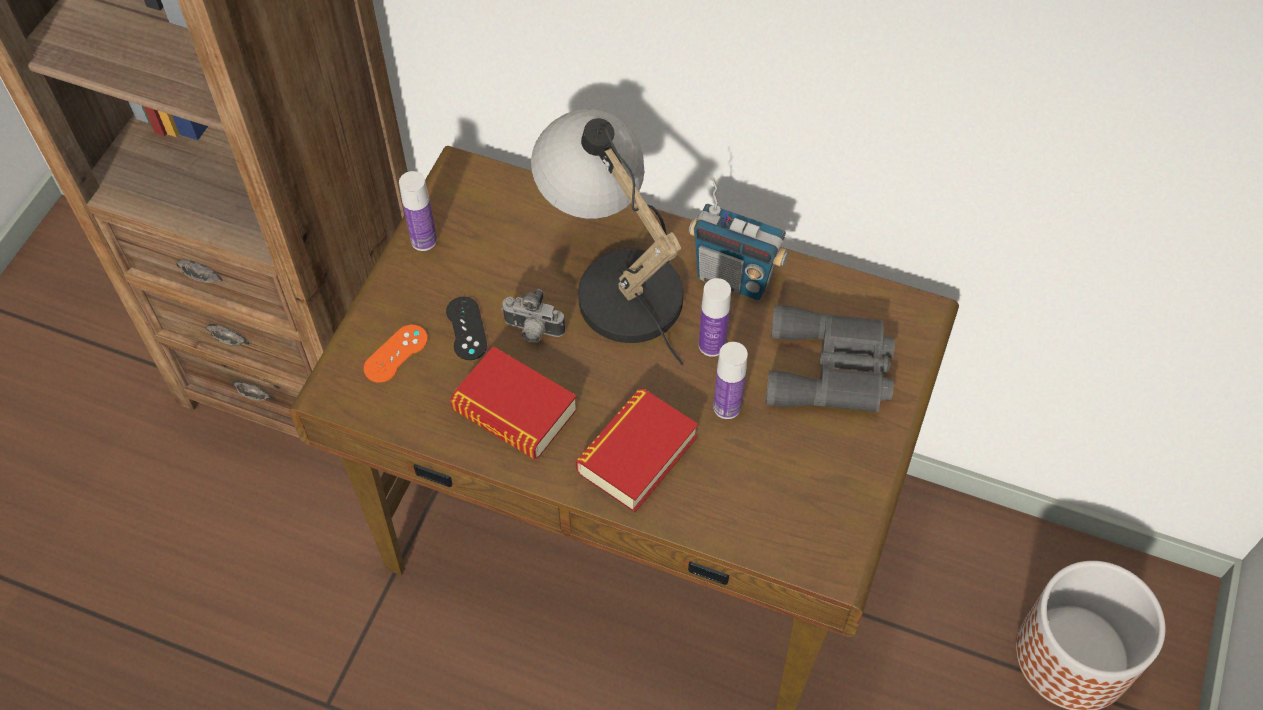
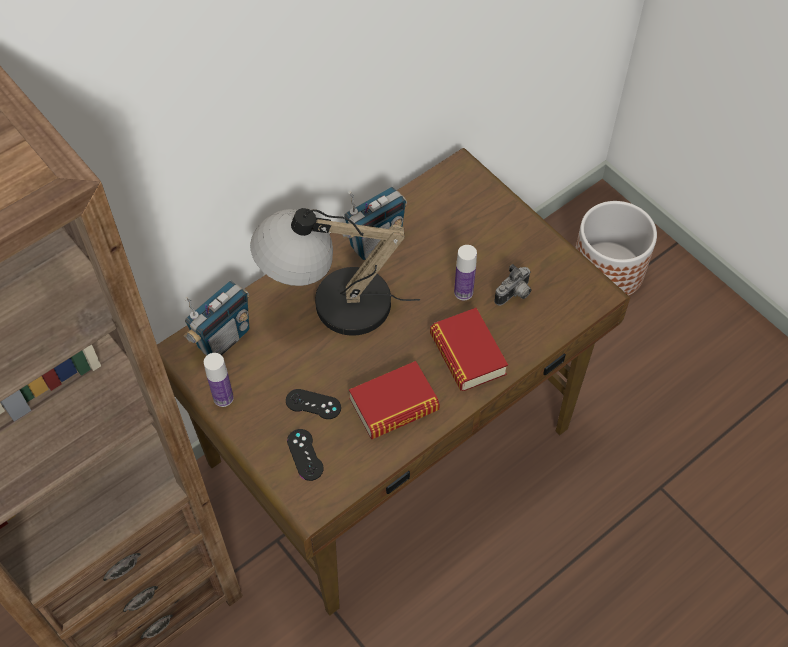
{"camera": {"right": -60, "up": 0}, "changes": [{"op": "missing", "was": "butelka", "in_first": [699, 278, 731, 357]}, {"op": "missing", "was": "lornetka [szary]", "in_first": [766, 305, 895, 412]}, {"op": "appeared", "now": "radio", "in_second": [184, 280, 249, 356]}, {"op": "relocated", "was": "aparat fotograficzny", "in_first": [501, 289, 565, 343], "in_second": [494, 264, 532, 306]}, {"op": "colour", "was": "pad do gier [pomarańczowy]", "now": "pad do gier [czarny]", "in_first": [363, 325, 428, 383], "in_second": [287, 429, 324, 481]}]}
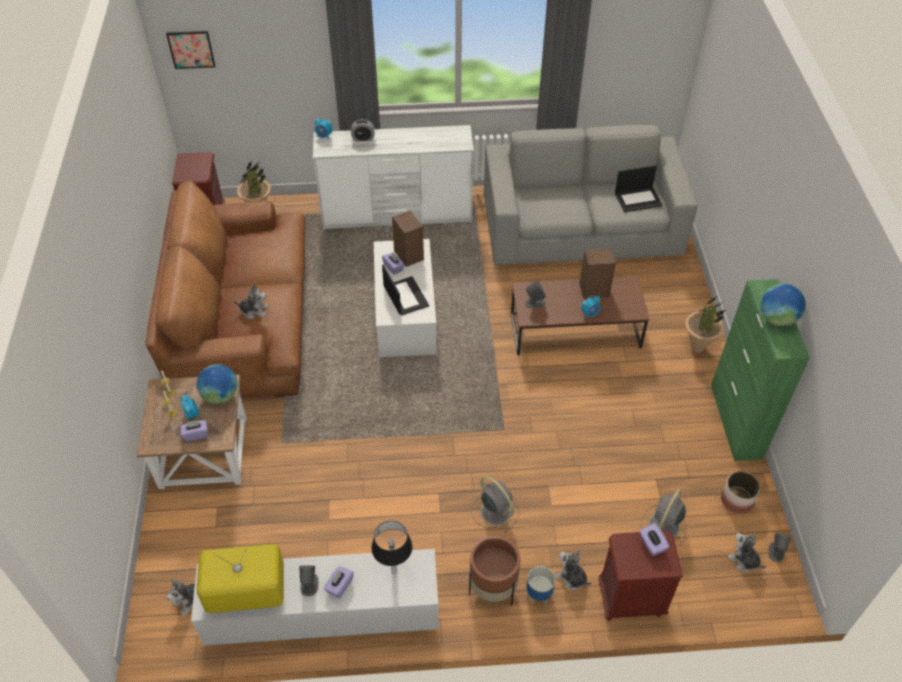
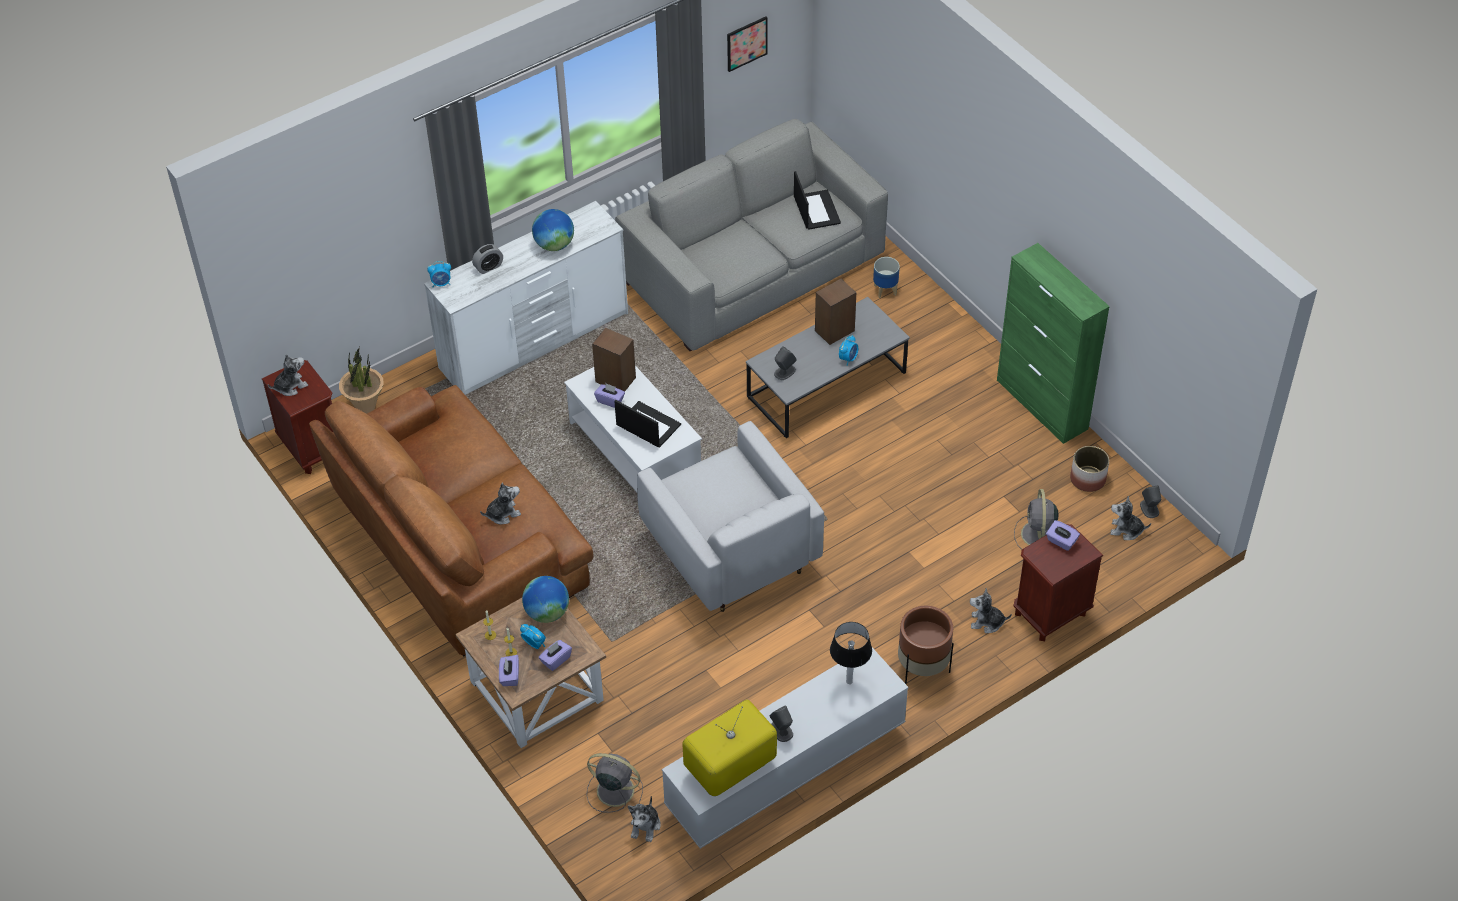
{"camera": {"right": -30, "up": 0}, "changes": [{"op": "missing", "was": "roślina doniczkowa", "in_first": [685, 297, 725, 353]}, {"op": "appeared", "now": "pluszak", "in_second": [268, 354, 308, 396]}, {"op": "appeared", "now": "fotel [biały]", "in_second": [637, 421, 824, 612]}, {"op": "relocated", "was": "obraz", "in_first": [166, 31, 216, 69], "in_second": [727, 16, 768, 72]}, {"op": "relocated", "was": "pudełko chusteczek [fioletowy]", "in_first": [324, 566, 354, 598], "in_second": [499, 655, 519, 686]}, {"op": "relocated", "was": "wentylator [szary]", "in_first": [471, 476, 519, 533], "in_second": [587, 753, 643, 812]}, {"op": "relocated", "was": "donica", "in_first": [526, 566, 555, 607], "in_second": [873, 257, 900, 298]}, {"op": "relocated", "was": "globus", "in_first": [760, 284, 806, 326], "in_second": [532, 209, 574, 251]}, {"op": "colour", "was": "ława [brązowy]", "now": "ława [szary]", "in_first": [511, 276, 650, 355], "in_second": [746, 297, 910, 438]}, {"op": "spun", "was": "laptop", "in_first": [615, 165, 663, 212], "in_second": [794, 171, 841, 230], "clockwise": -60}]}
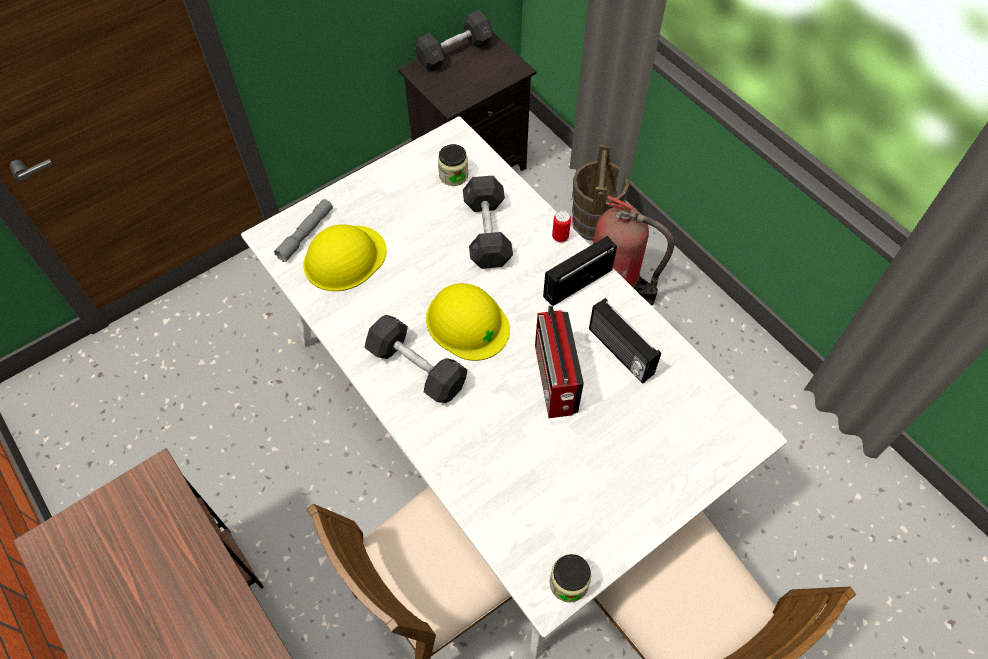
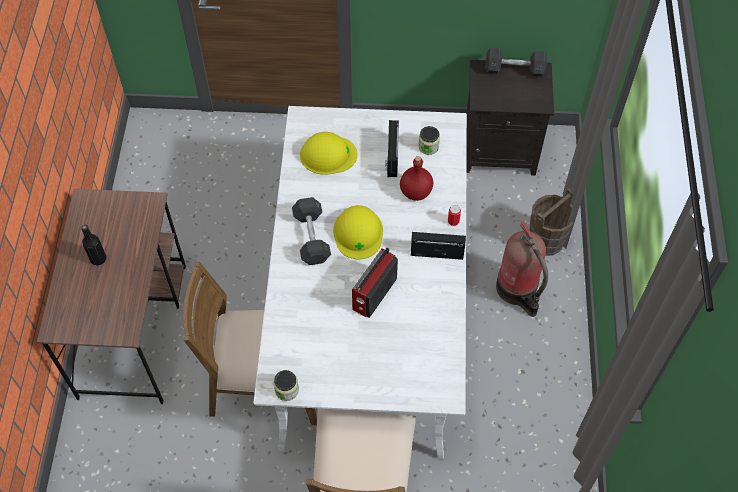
{"camera": {"right": 40, "up": 0}, "changes": [{"op": "missing", "was": "latarka [szary]", "in_first": [274, 199, 333, 262]}, {"op": "appeared", "now": "butelka [czarny]", "in_second": [81, 225, 106, 265]}, {"op": "relocated", "was": "radio", "in_first": [589, 298, 661, 384], "in_second": [385, 120, 399, 177]}, {"op": "exchanged", "was": "hantel [szary]", "now": "butelka [czerwony]", "in_first": [463, 176, 513, 269], "in_second": [400, 156, 433, 201]}]}
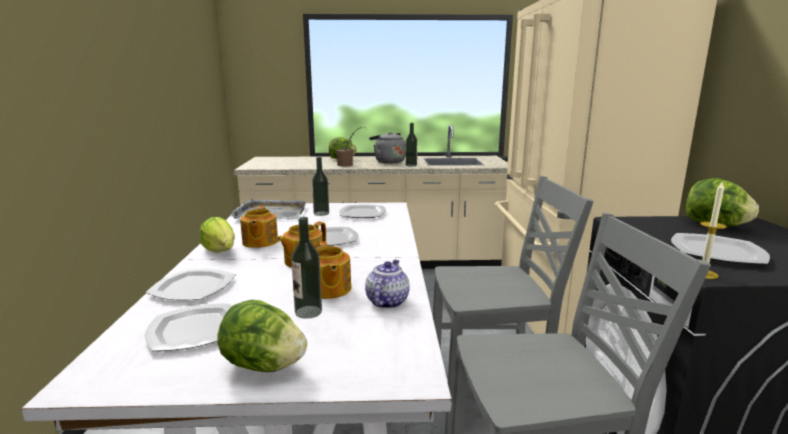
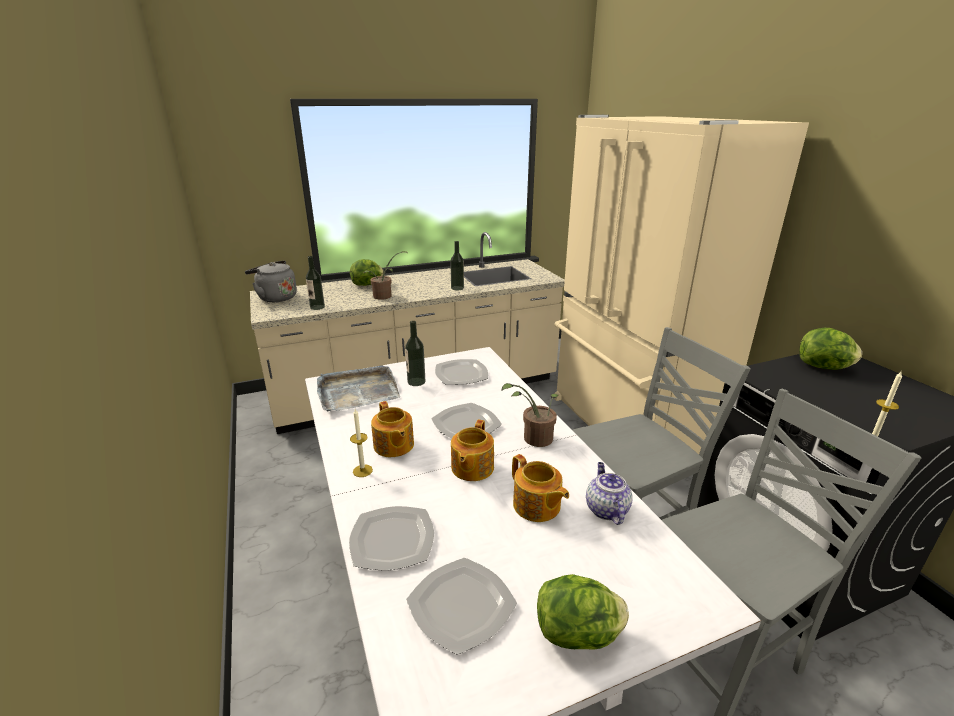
{"camera": {"right": -20, "up": 10}, "changes": [{"op": "missing", "was": "talerz", "in_first": [671, 233, 770, 264]}, {"op": "appeared", "now": "roślina doniczkowa", "in_second": [501, 383, 558, 447]}, {"op": "relocated", "was": "butelka", "in_first": [291, 217, 322, 319], "in_second": [306, 256, 325, 310]}, {"op": "relocated", "was": "czajnik [szary]", "in_first": [369, 132, 406, 163], "in_second": [245, 260, 297, 302]}, {"op": "exchanged", "was": "sałata", "now": "świeca", "in_first": [199, 217, 235, 252], "in_second": [350, 409, 373, 477]}]}
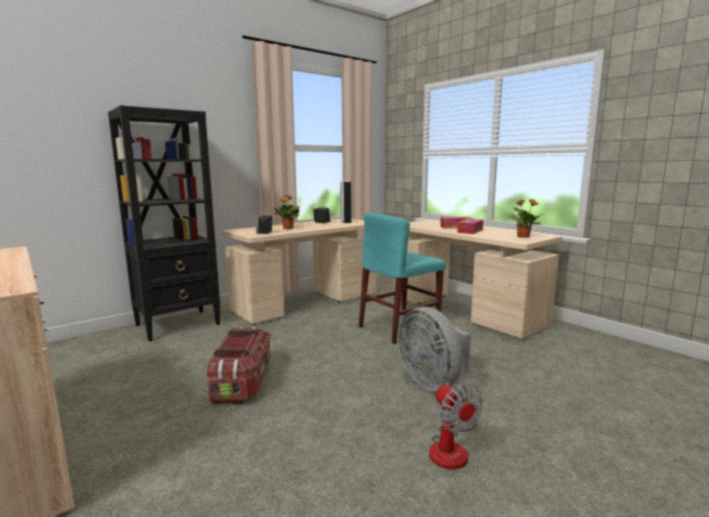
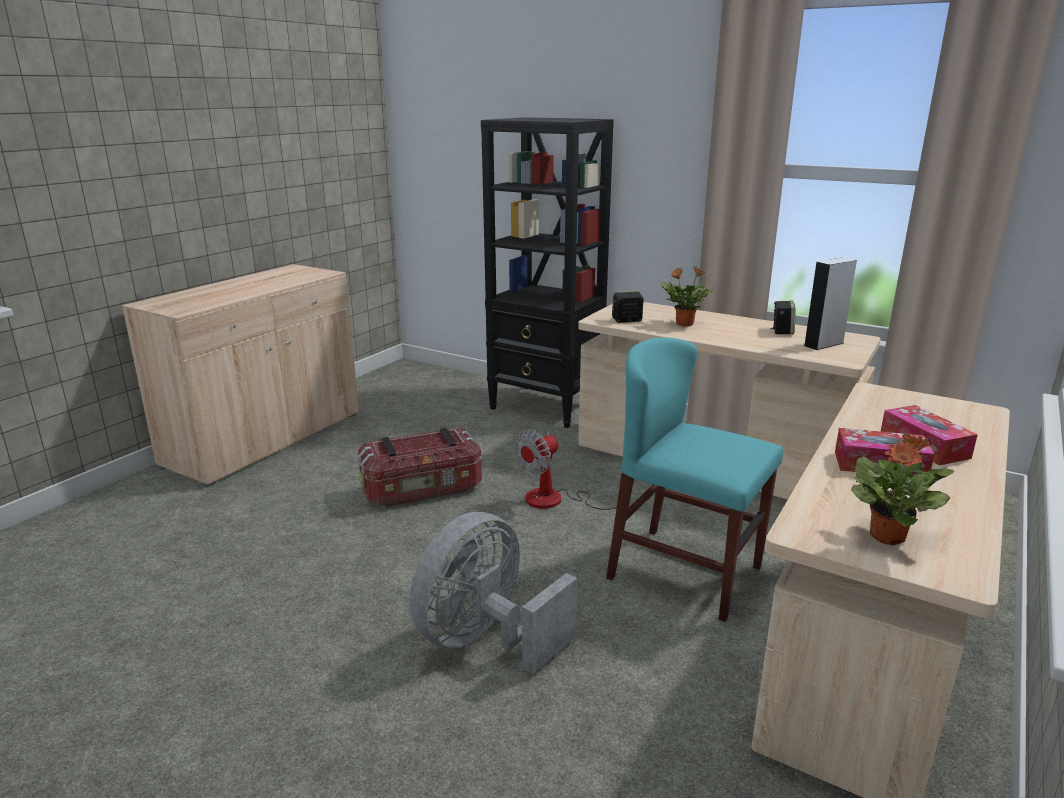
{"camera": {"right": 70, "up": 10}, "changes": [{"op": "relocated", "was": "wentylator", "in_first": [429, 379, 483, 469], "in_second": [515, 430, 617, 510]}]}
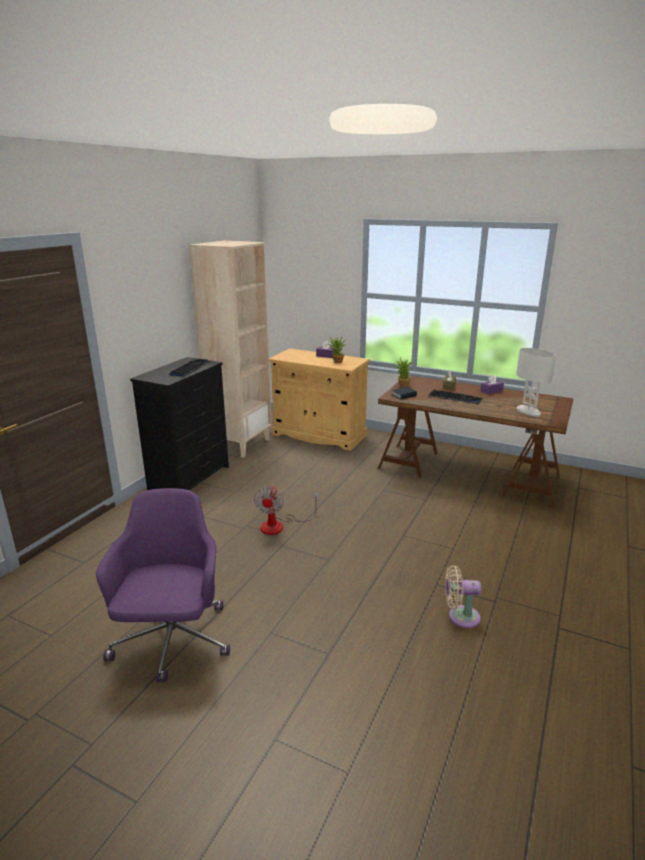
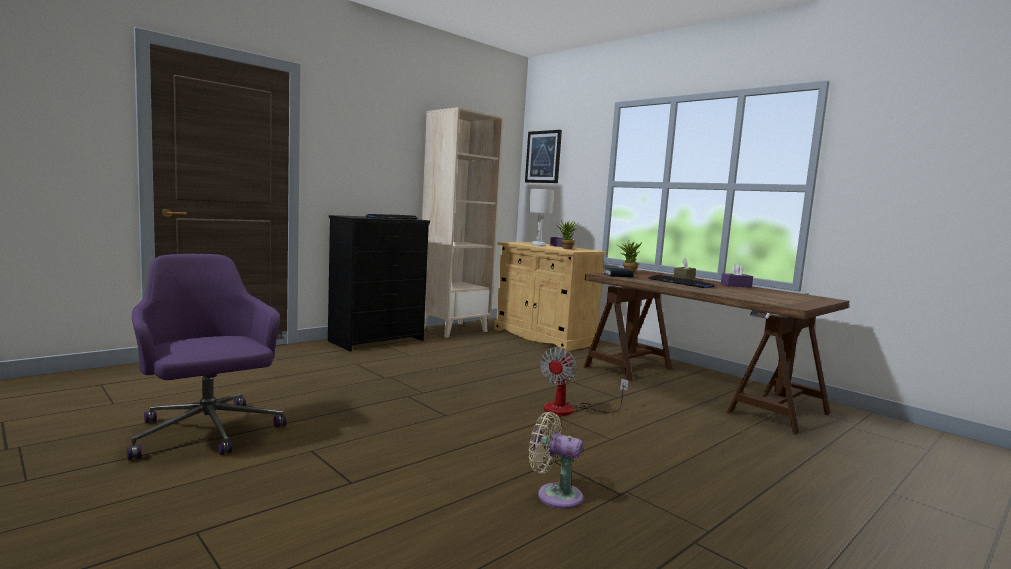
{"camera": {"right": 20, "up": -15}, "changes": [{"op": "appeared", "now": "obraz", "in_second": [525, 130, 562, 183]}, {"op": "relocated", "was": "wentylator", "in_first": [254, 486, 319, 535], "in_second": [540, 347, 629, 416]}, {"op": "relocated", "was": "lampa stołowa [biały]", "in_first": [516, 348, 556, 417], "in_second": [529, 189, 554, 247]}, {"op": "spun", "was": "krzesło biurowe [fioletowy]", "in_first": [96, 488, 230, 682], "in_second": [127, 254, 286, 461], "clockwise": -60}]}
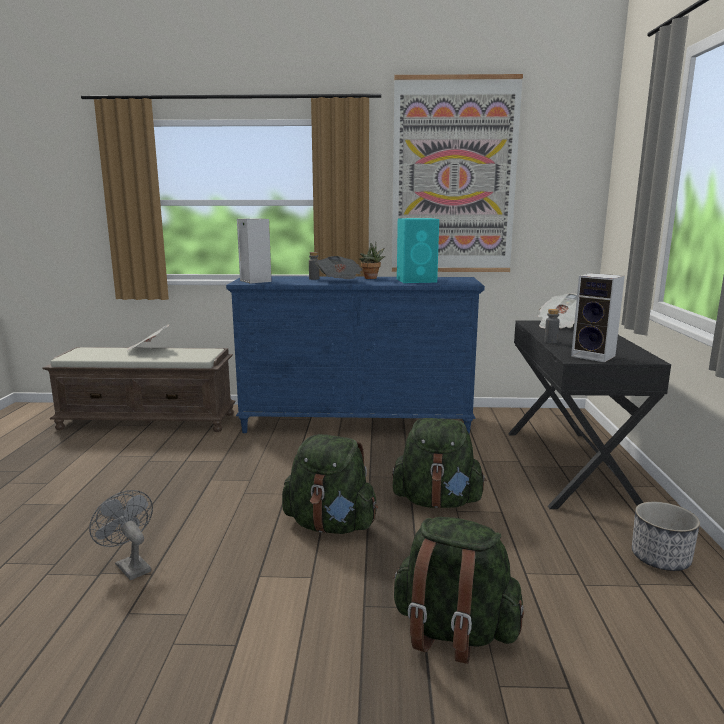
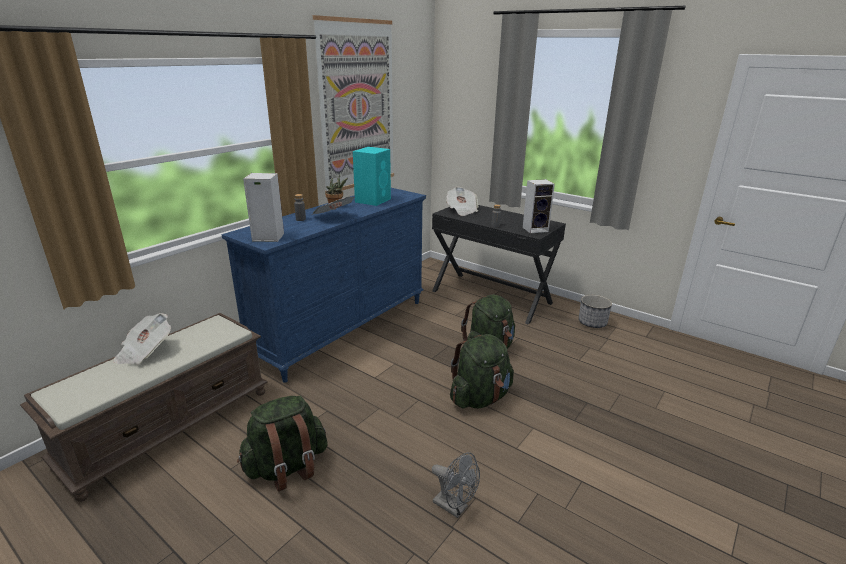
{"camera": {"right": -55, "up": 10}, "changes": [{"op": "relocated", "was": "plecak [zielony]", "in_first": [393, 517, 524, 664], "in_second": [237, 396, 328, 492]}, {"op": "spun", "was": "wentylator [szary]", "in_first": [89, 490, 153, 580], "in_second": [432, 452, 480, 518], "clockwise": -135}]}
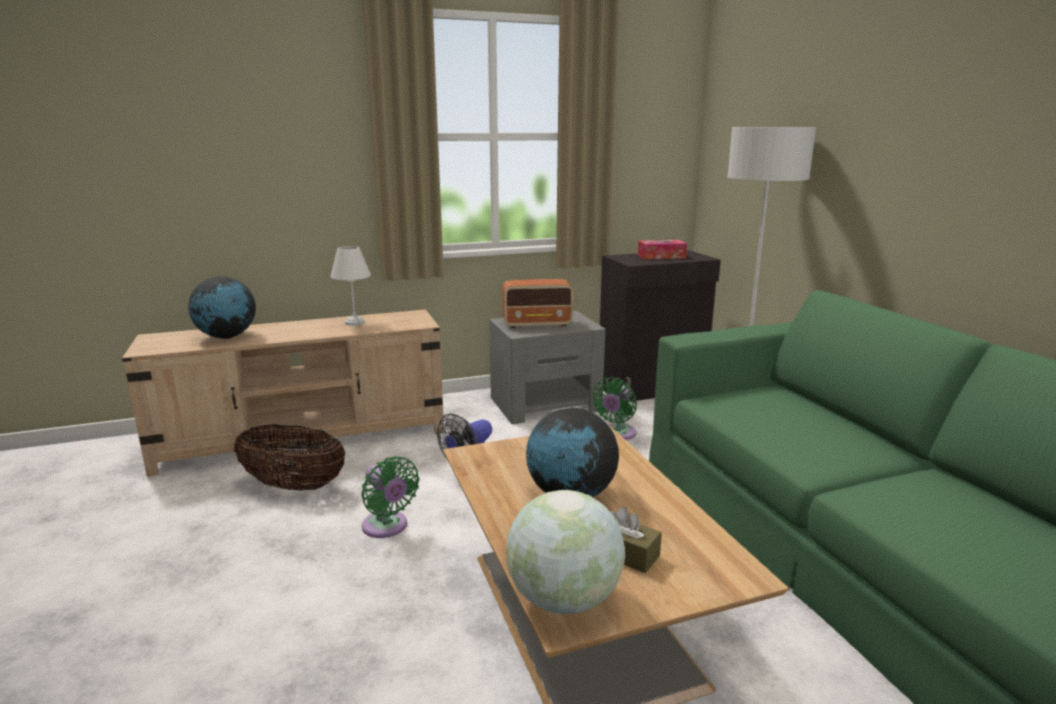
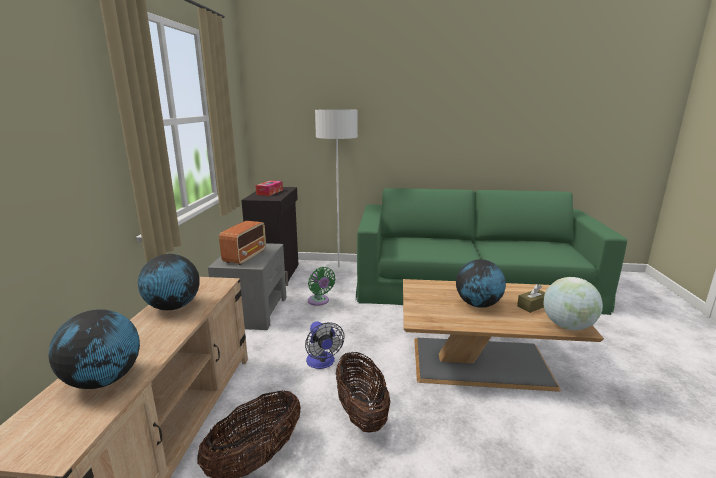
{"camera": {"right": -65, "up": 0}, "changes": [{"op": "exchanged", "was": "lampa stołowa [biały]", "now": "globus", "in_first": [330, 246, 371, 326], "in_second": [138, 254, 200, 310]}, {"op": "exchanged", "was": "wentylator [zielony]", "now": "koszyk", "in_first": [361, 456, 420, 538], "in_second": [336, 352, 391, 432]}]}
